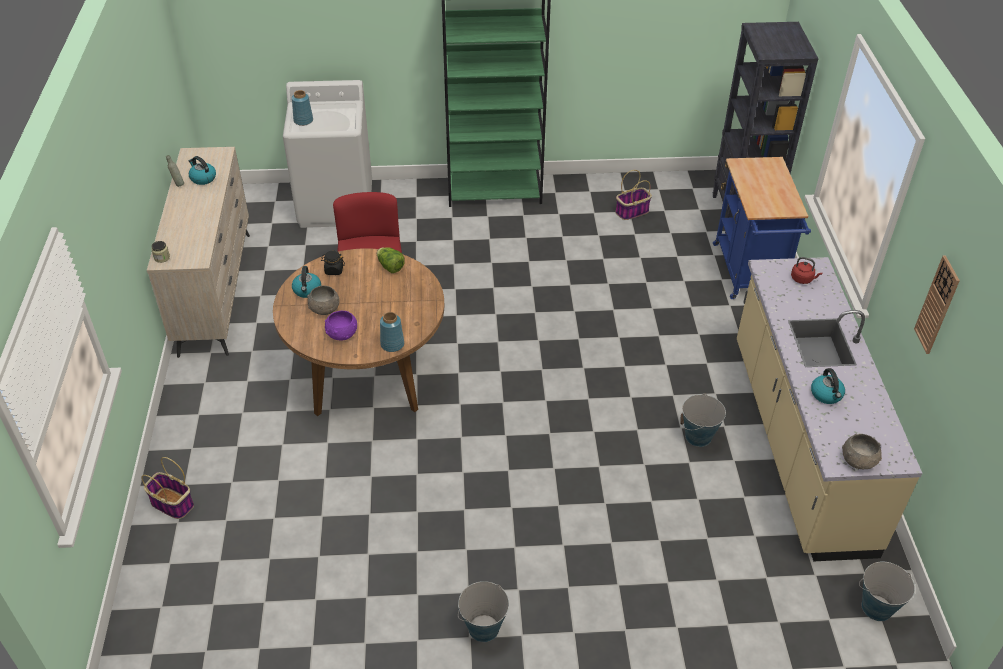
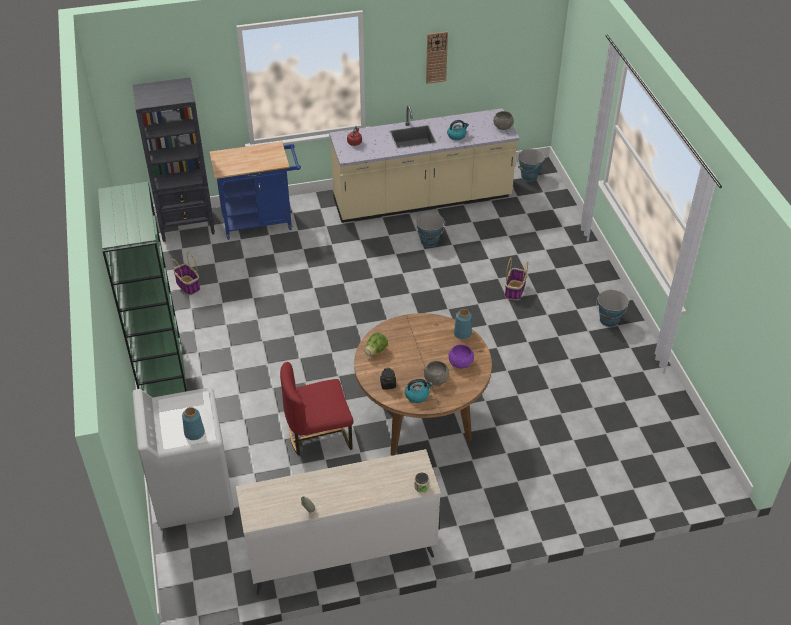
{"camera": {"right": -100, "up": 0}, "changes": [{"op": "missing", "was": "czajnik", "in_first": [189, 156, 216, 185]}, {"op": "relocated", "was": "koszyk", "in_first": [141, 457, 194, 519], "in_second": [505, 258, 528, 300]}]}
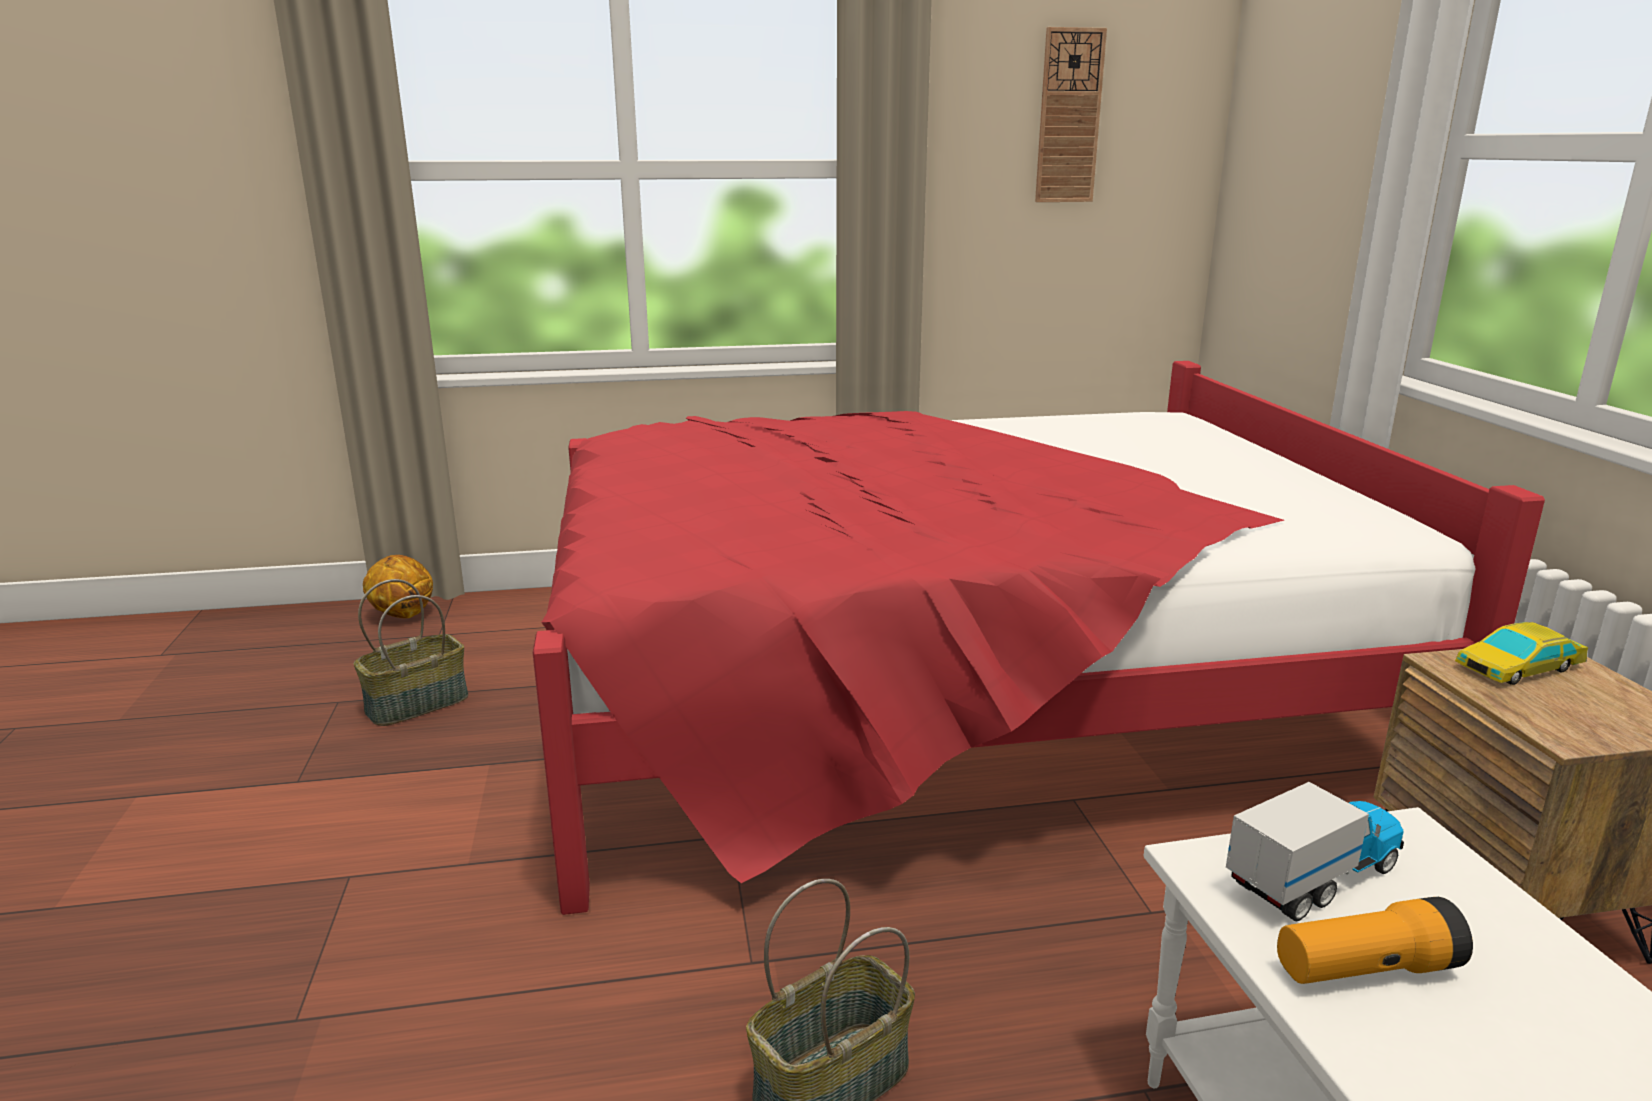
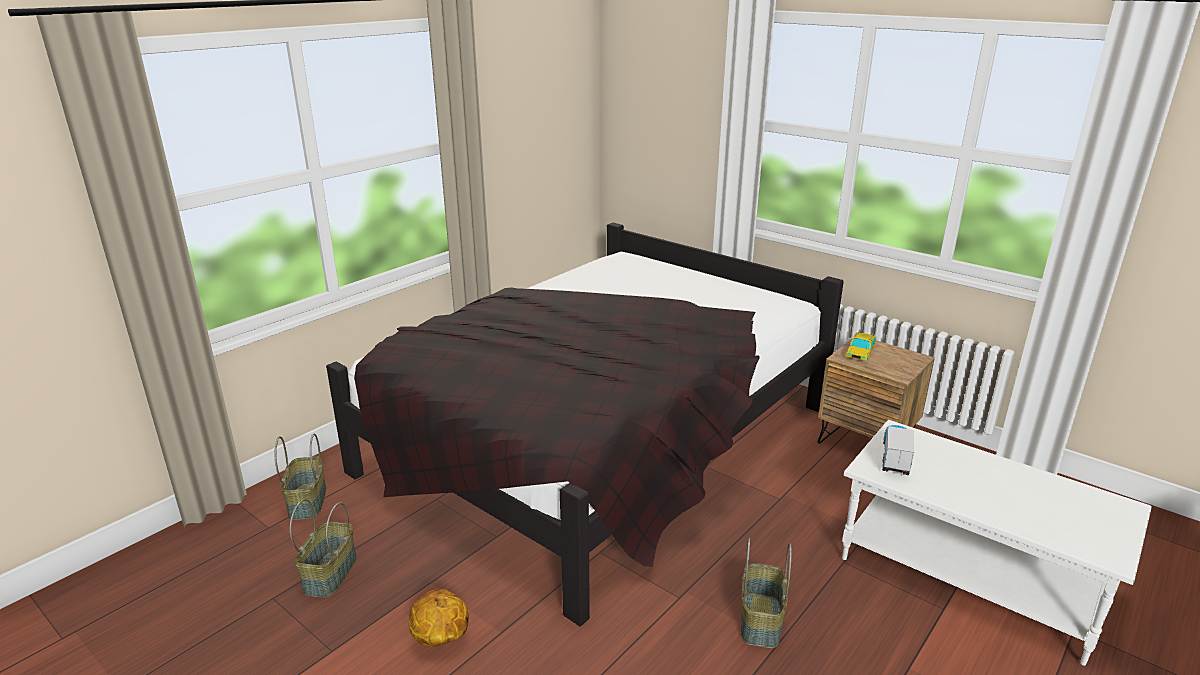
{"camera": {"right": -40, "up": 5}, "changes": [{"op": "missing", "was": "zegar ścienny", "in_first": [1035, 27, 1107, 202]}, {"op": "missing", "was": "latarka", "in_first": [1277, 897, 1473, 984]}, {"op": "appeared", "now": "koszyk", "in_second": [275, 434, 326, 520]}, {"op": "relocated", "was": "piłka do koszykówki", "in_first": [363, 555, 433, 618], "in_second": [409, 589, 469, 647]}, {"op": "colour", "was": "łóżko [czerwony]", "now": "łóżko [czarny]", "in_first": [533, 361, 1545, 915], "in_second": [326, 223, 844, 626]}]}
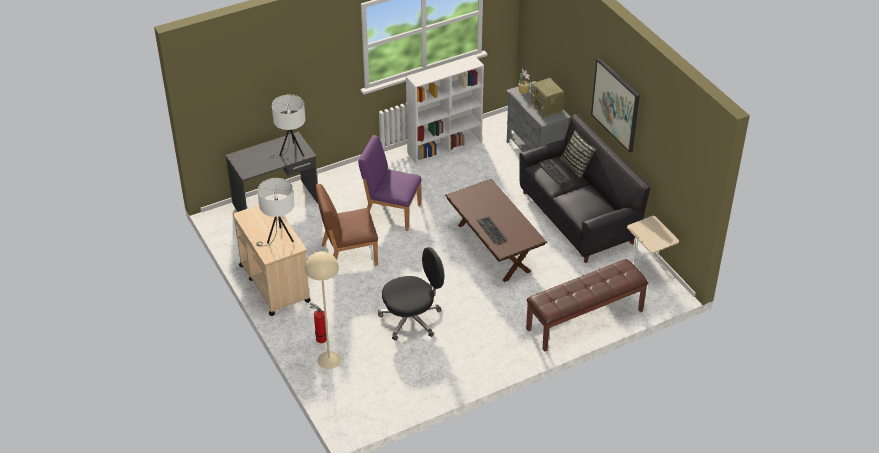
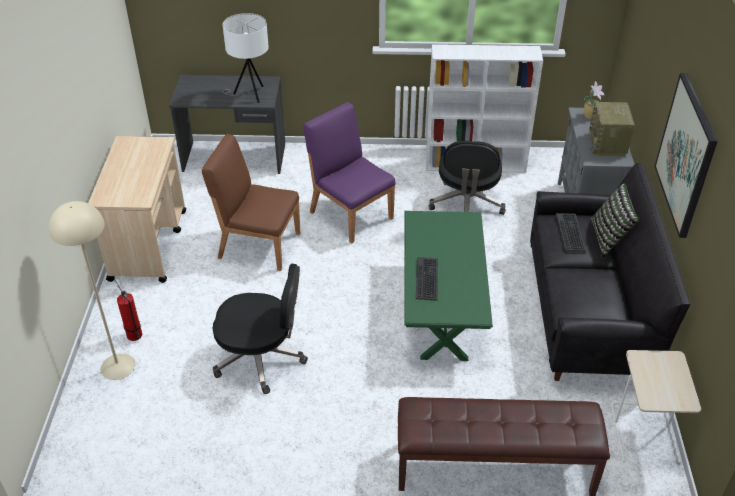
{"camera": {"right": 30, "up": 0}, "changes": [{"op": "missing", "was": "lampa stołowa [biały]", "in_first": [256, 178, 294, 246]}, {"op": "appeared", "now": "krzesło biurowe [czarny]", "in_second": [428, 141, 506, 215]}, {"op": "colour", "was": "ława [brązowy]", "now": "ława [zielony]", "in_first": [445, 179, 547, 282], "in_second": [404, 211, 493, 361]}]}
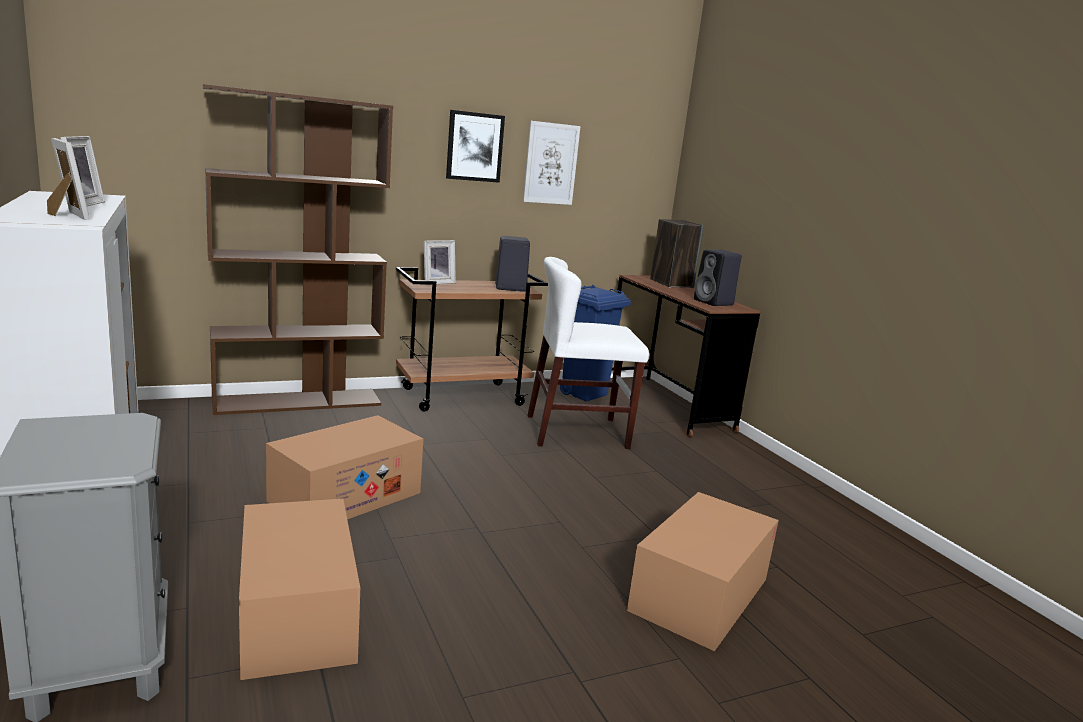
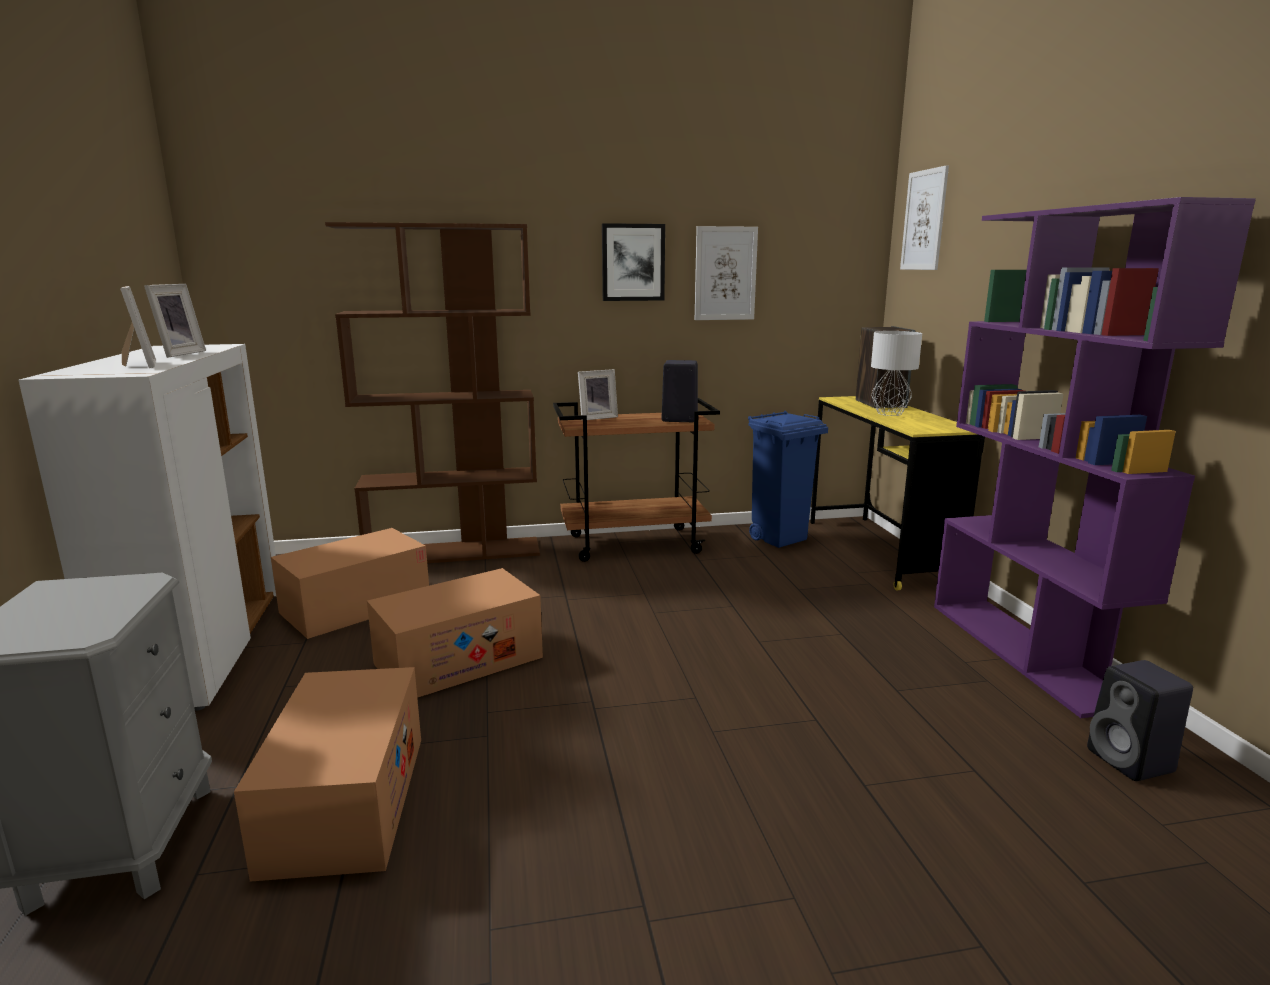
{"camera": {"right": 15, "up": 0}, "changes": [{"op": "missing", "was": "krzesło [biały]", "in_first": [527, 257, 649, 449]}, {"op": "appeared", "now": "lampa stołowa [szary]", "in_second": [871, 331, 922, 416]}, {"op": "appeared", "now": "obraz", "in_second": [900, 165, 949, 270]}, {"op": "appeared", "now": "regał [fioletowy]", "in_second": [934, 197, 1256, 718]}, {"op": "relocated", "was": "karton", "in_first": [627, 492, 779, 651], "in_second": [271, 528, 429, 639]}, {"op": "relocated", "was": "głośnik [czarny]", "in_first": [694, 249, 742, 306], "in_second": [1087, 660, 1193, 781]}, {"op": "colour", "was": "biurko [brązowy]", "now": "biurko [żółty]", "in_first": [612, 275, 760, 437], "in_second": [810, 396, 985, 590]}]}
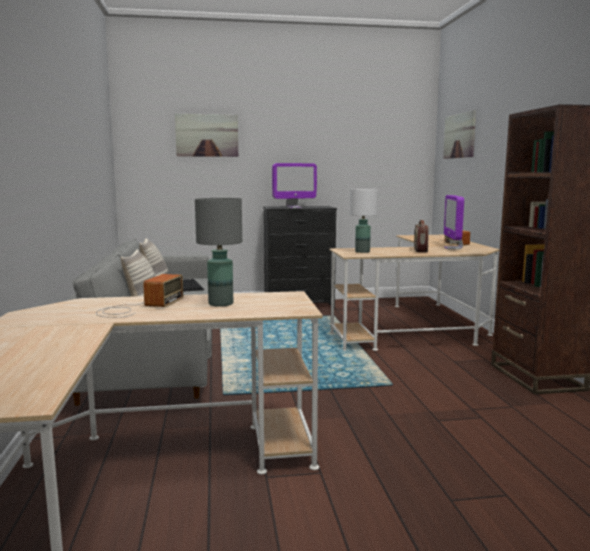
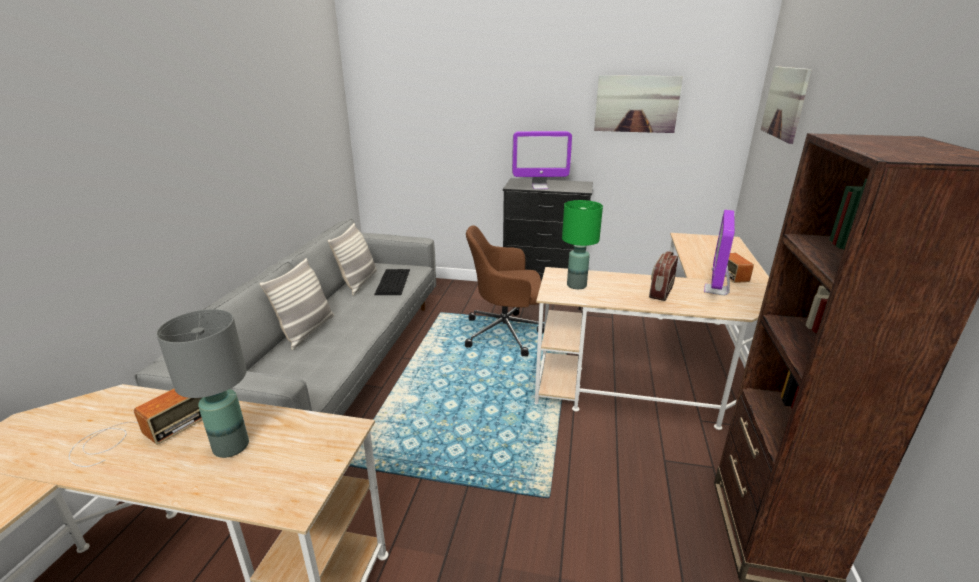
{"camera": {"right": 20, "up": 15}, "changes": [{"op": "appeared", "now": "krzesło biurowe [brązowy]", "in_second": [465, 225, 545, 356]}, {"op": "relocated", "was": "obraz", "in_first": [175, 114, 238, 157], "in_second": [594, 75, 683, 133]}, {"op": "colour", "was": "lampa stołowa [biały]", "now": "lampa stołowa [zielony]", "in_first": [350, 189, 378, 253], "in_second": [562, 200, 603, 289]}]}
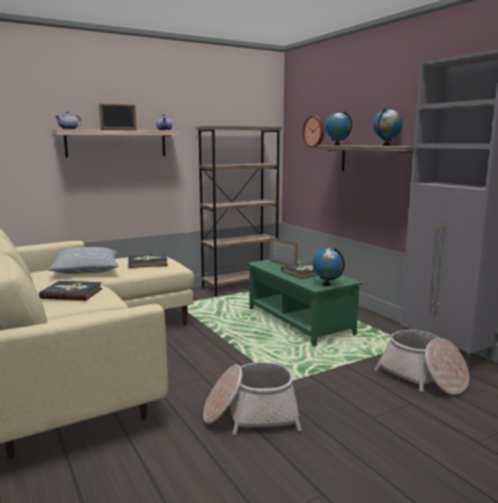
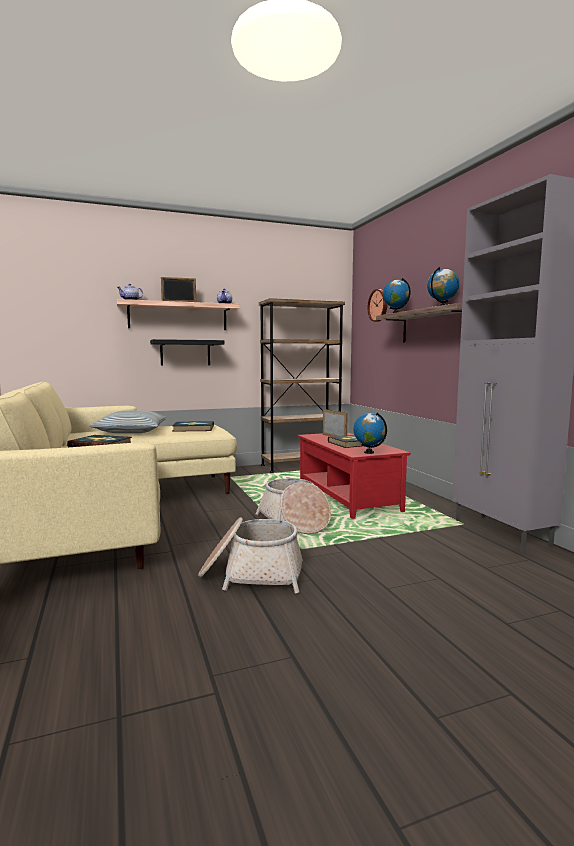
{"camera": {"right": 10, "up": -5}, "changes": [{"op": "appeared", "now": "półka [czarny]", "in_second": [150, 339, 224, 365]}, {"op": "relocated", "was": "koszyk", "in_first": [374, 330, 469, 395], "in_second": [255, 478, 331, 534]}, {"op": "colour", "was": "ława [zielony]", "now": "ława [czerwony]", "in_first": [247, 259, 362, 346], "in_second": [298, 432, 410, 519]}]}
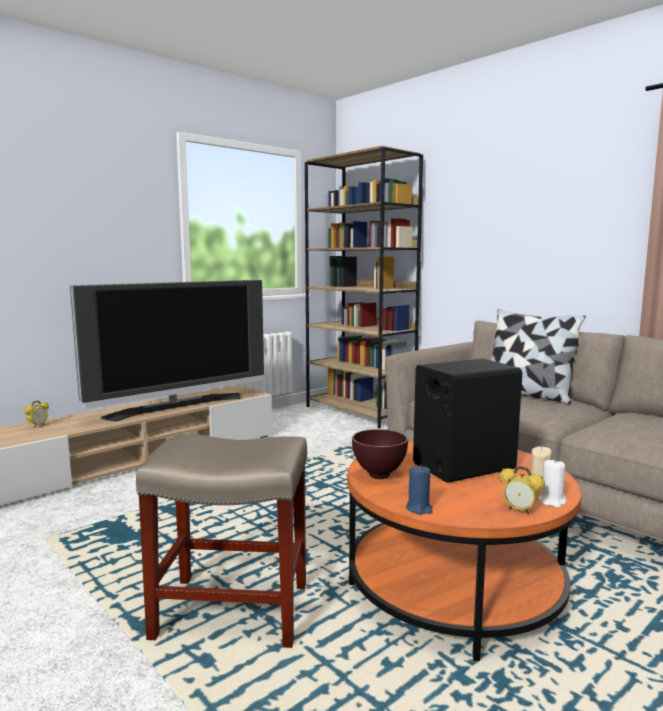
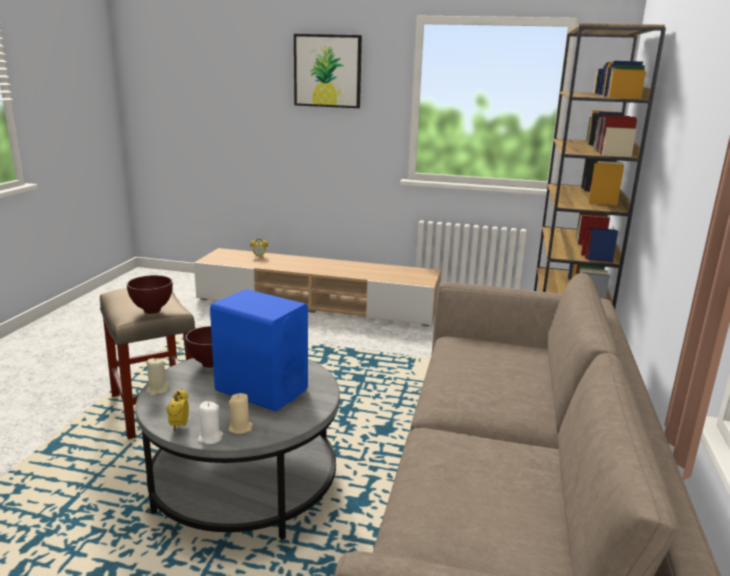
{"camera": {"right": 55, "up": 10}, "changes": [{"op": "missing", "was": "telewizor", "in_first": [70, 280, 264, 421]}, {"op": "missing", "was": "poduszka", "in_first": [491, 309, 586, 404]}, {"op": "appeared", "now": "miska [brązowy]", "in_second": [127, 275, 173, 314]}, {"op": "appeared", "now": "obraz", "in_second": [294, 34, 362, 108]}, {"op": "colour", "was": "ława [pomarańczowy]", "now": "ława [szary]", "in_first": [347, 440, 582, 661], "in_second": [136, 358, 340, 540]}, {"op": "colour", "was": "świeca [niebieski]", "now": "świeca [beżowy]", "in_first": [406, 465, 433, 515], "in_second": [146, 358, 169, 396]}, {"op": "colour", "was": "głośnik [czarny]", "now": "głośnik [niebieski]", "in_first": [413, 359, 522, 483], "in_second": [210, 289, 308, 412]}]}
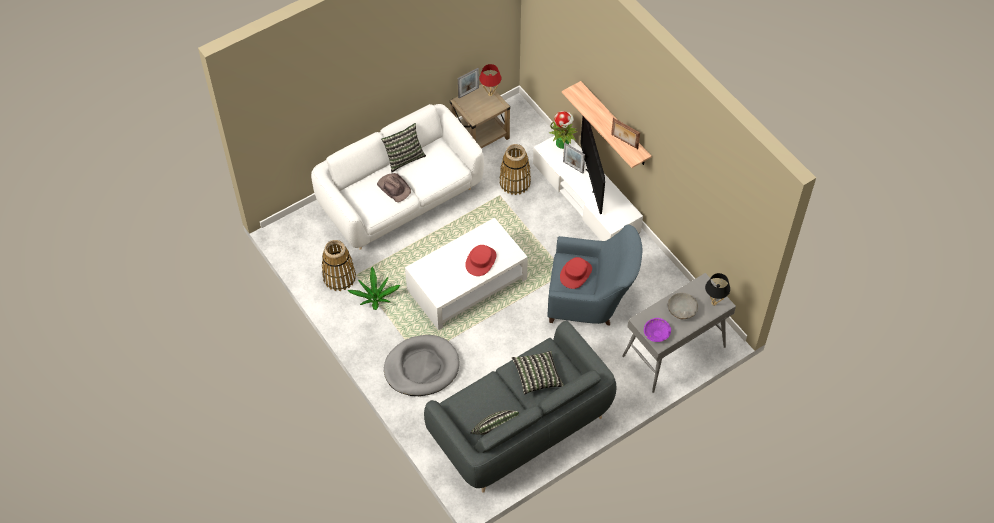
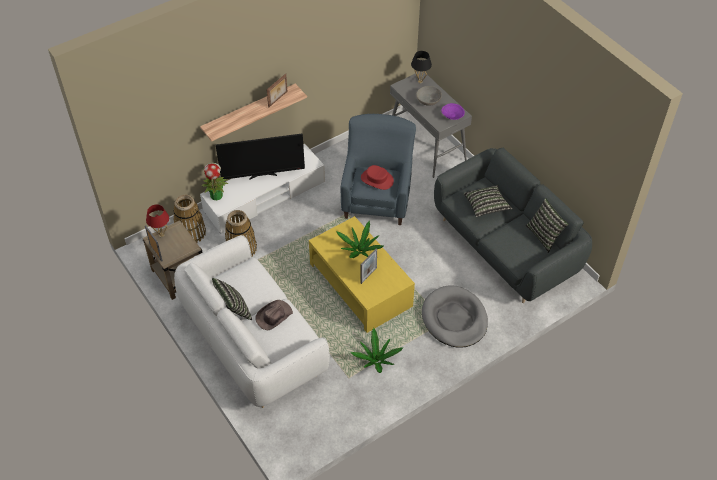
{"camera": {"right": -90, "up": -5}, "changes": [{"op": "relocated", "was": "koszyk", "in_first": [322, 240, 356, 291], "in_second": [173, 194, 206, 243]}, {"op": "relocated", "was": "ramka na zdjęcie", "in_first": [563, 143, 585, 174], "in_second": [360, 248, 377, 284]}, {"op": "exchanged", "was": "kapelusz [czerwony]", "now": "roślina doniczkowa", "in_first": [465, 245, 497, 276], "in_second": [336, 220, 384, 258]}, {"op": "colour", "was": "ława [biały]", "now": "ława [żółty]", "in_first": [405, 217, 528, 330], "in_second": [309, 216, 415, 333]}]}
